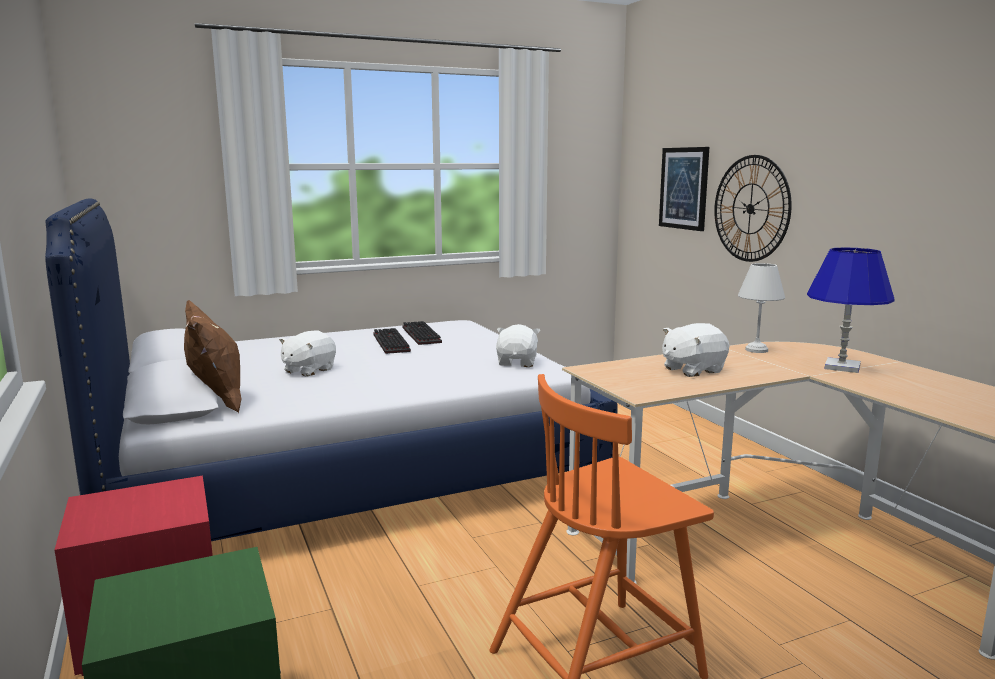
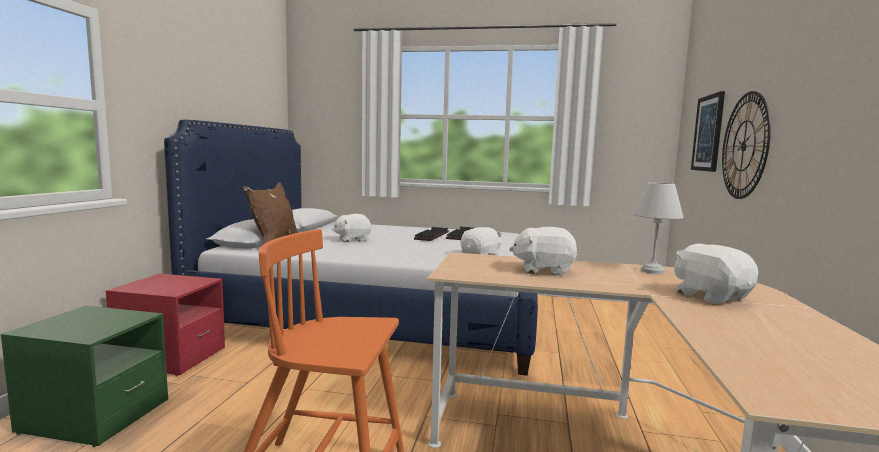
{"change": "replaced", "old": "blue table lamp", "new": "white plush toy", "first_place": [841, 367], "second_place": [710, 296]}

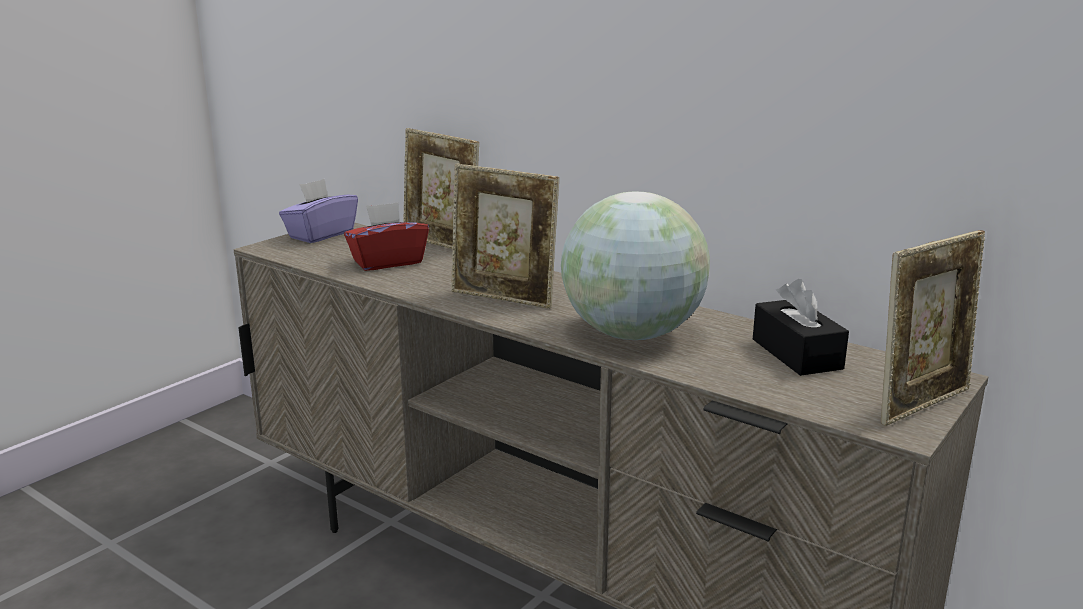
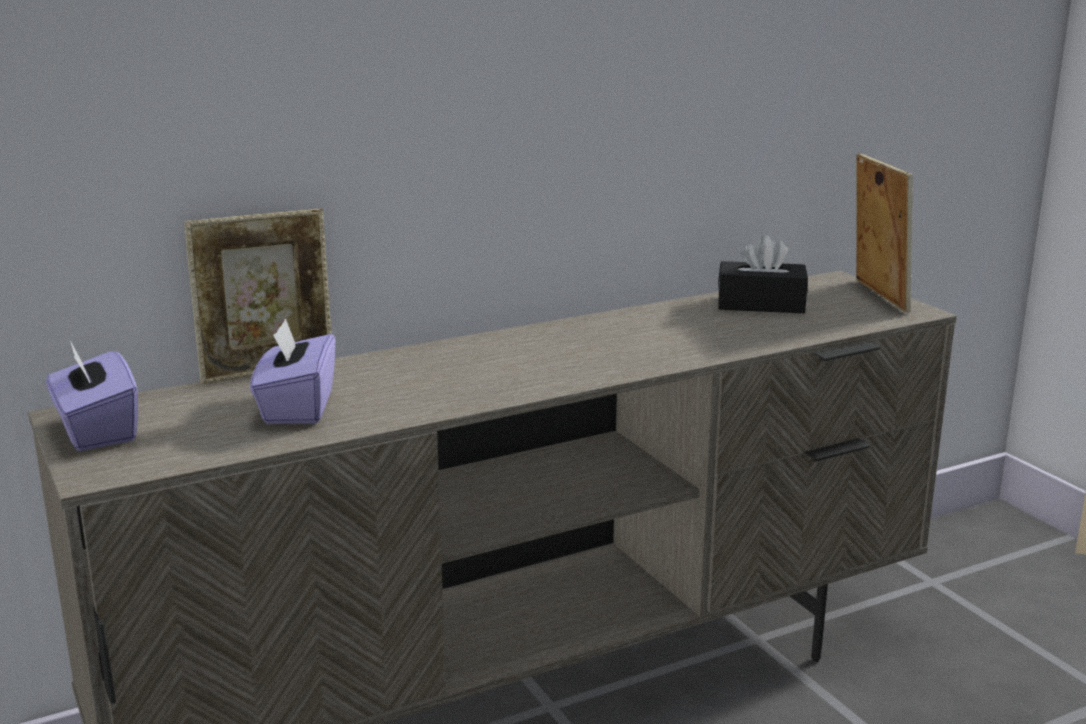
{"change": "recoloured", "old": "red tissue box", "new": "purple tissue box", "first_place": [387, 262], "second_place": [297, 407]}
{"change": "removed", "old": "picture frame", "first_place": [504, 298]}
{"change": "removed", "old": "globe", "first_place": [632, 334]}

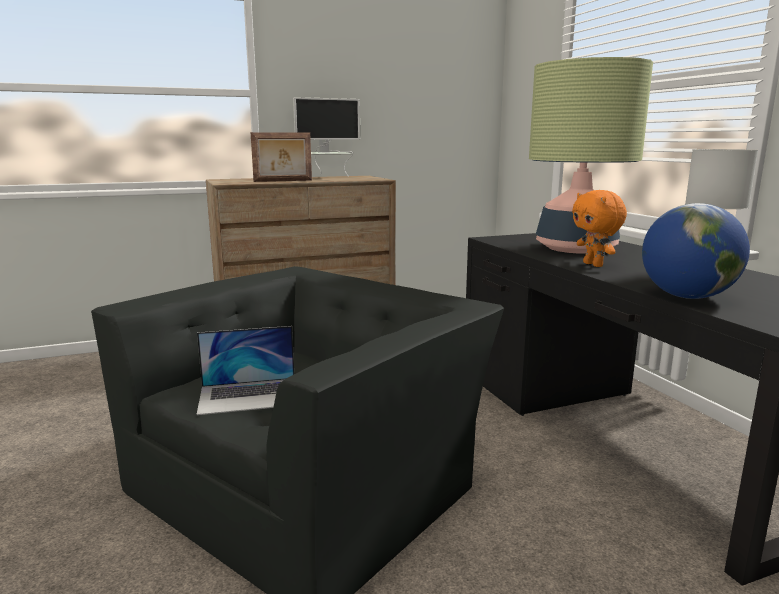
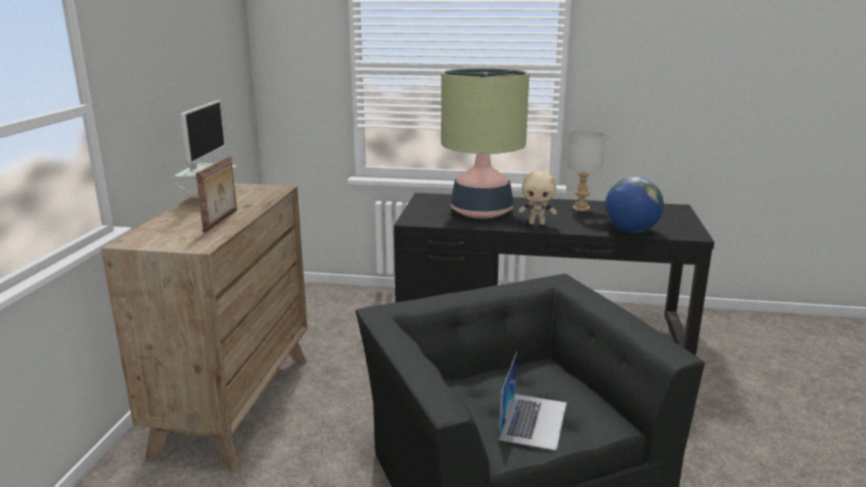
{"change": "recoloured", "old": "orange plush toy", "new": "beige plush toy", "first_place": [594, 265], "second_place": [537, 223]}

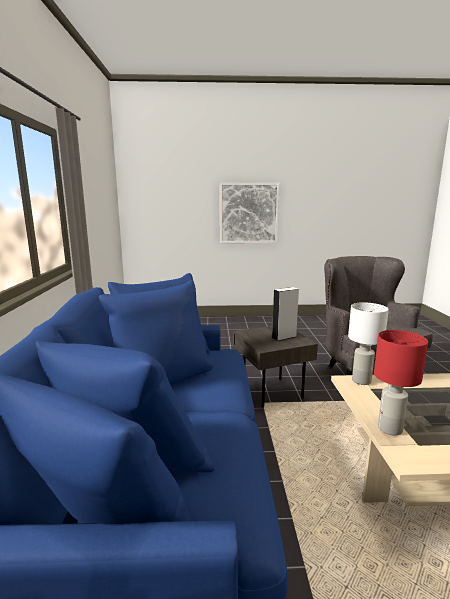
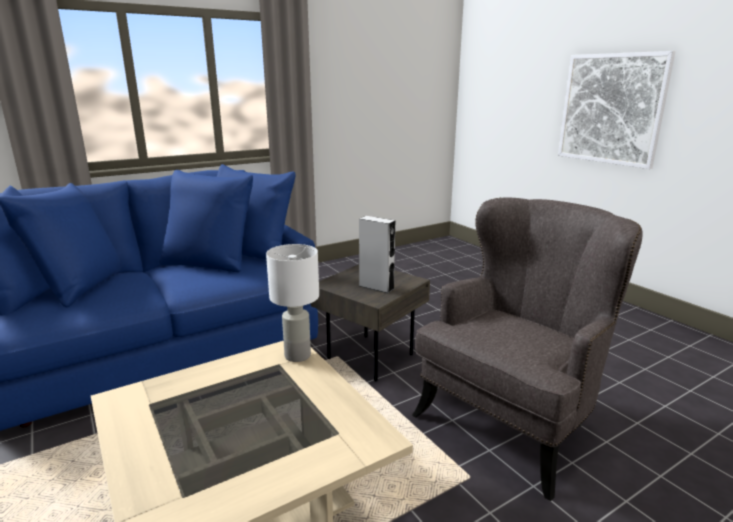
{"change": "removed", "old": "red table lamp", "first_place": [389, 429]}

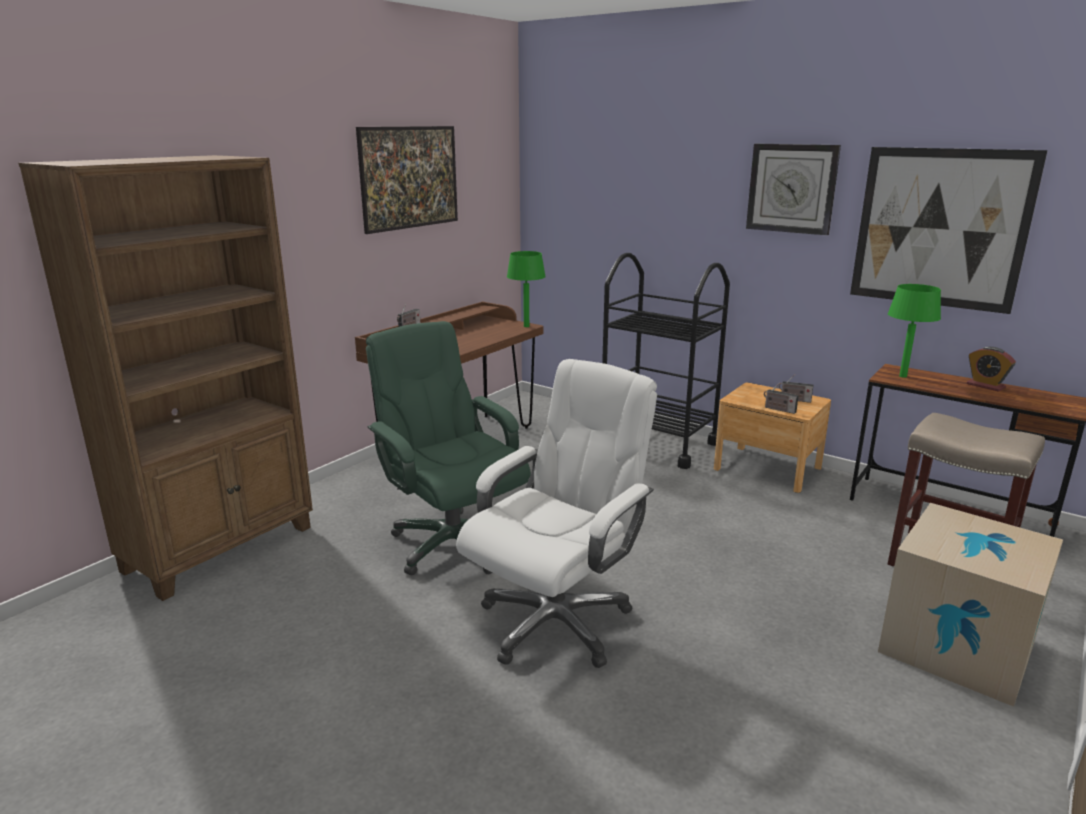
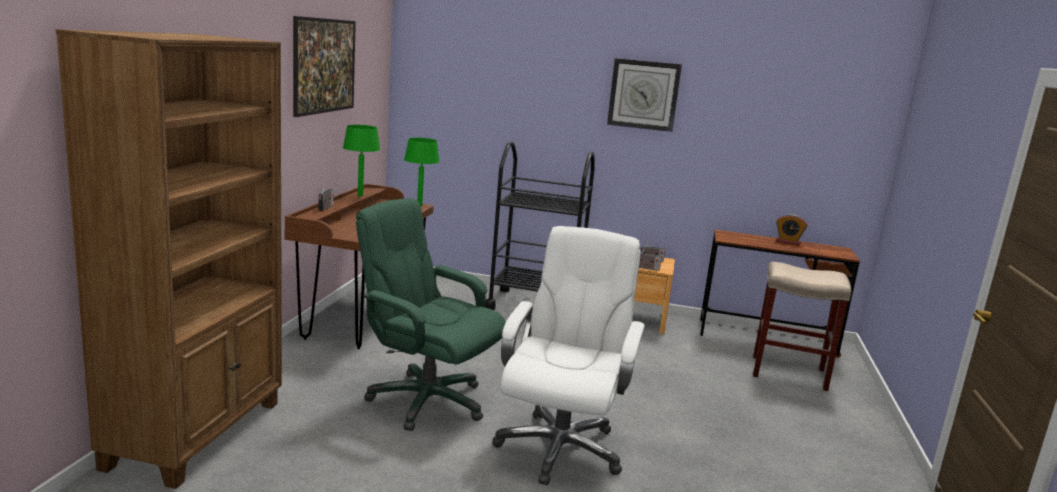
{"change": "moved", "old": "green table lamp", "first_place": [903, 376], "second_place": [360, 195]}
{"change": "removed", "old": "picture", "first_place": [940, 228]}
{"change": "removed", "old": "cardboard box", "first_place": [957, 646]}

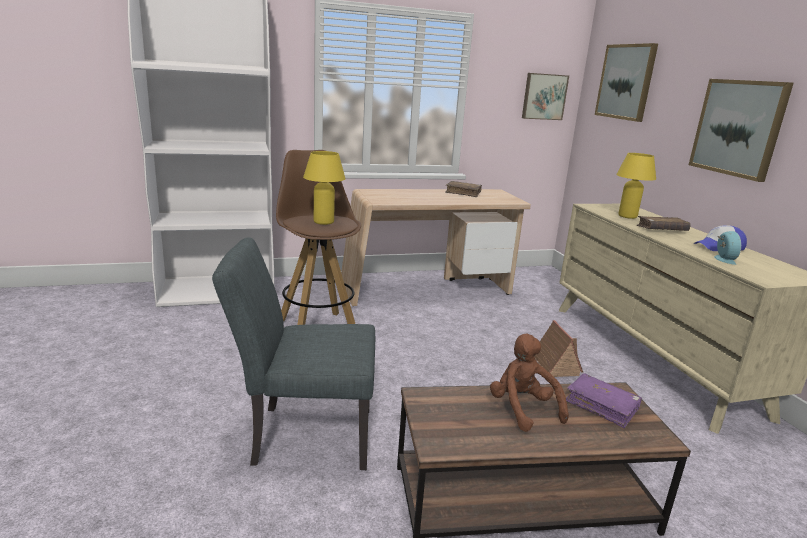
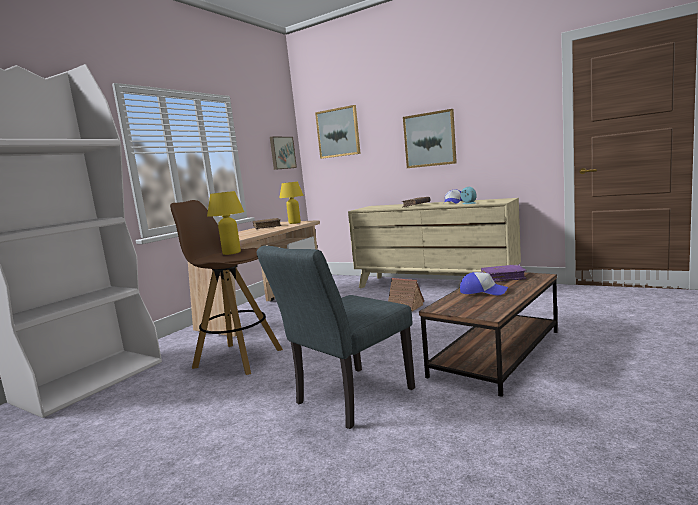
{"change": "moved", "old": "yellow table lamp", "first_place": [627, 216], "second_place": [294, 223]}
{"change": "replaced", "old": "brown plush toy", "new": "cap", "first_place": [522, 409], "second_place": [483, 291]}

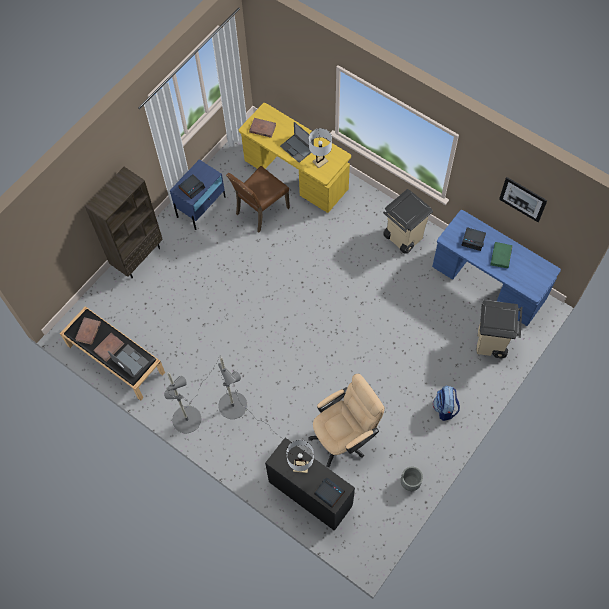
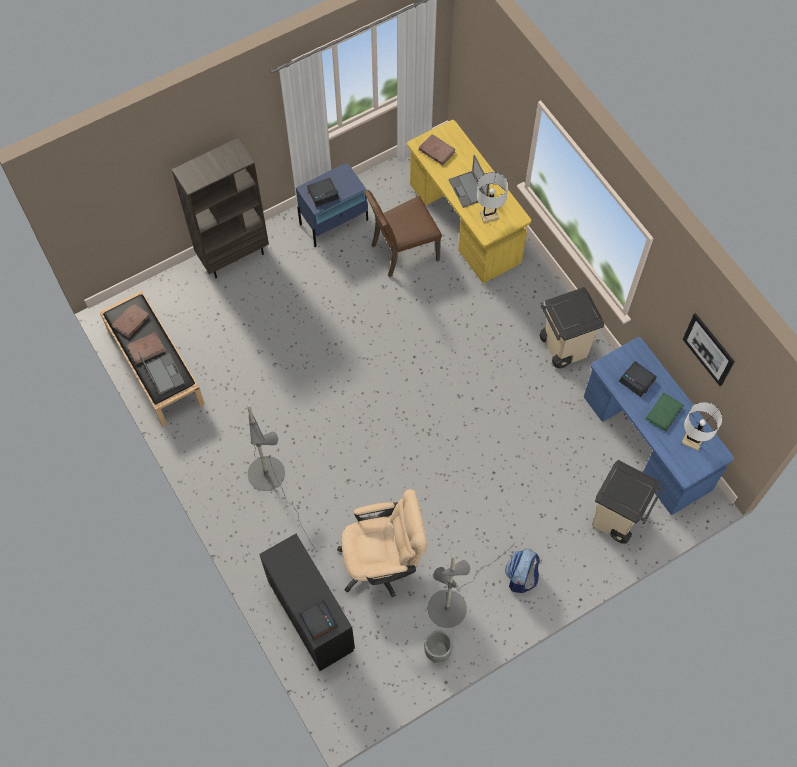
{"change": "moved", "old": "grey floor lamp", "first_place": [189, 413], "second_place": [453, 601]}
{"change": "moved", "old": "white table lamp", "first_place": [300, 466], "second_place": [692, 441]}

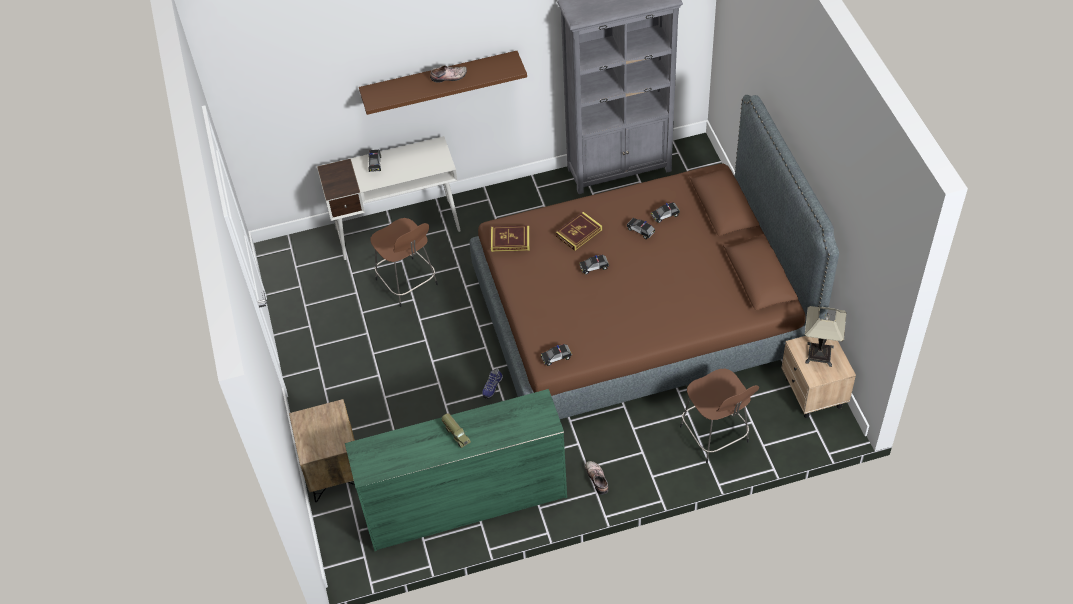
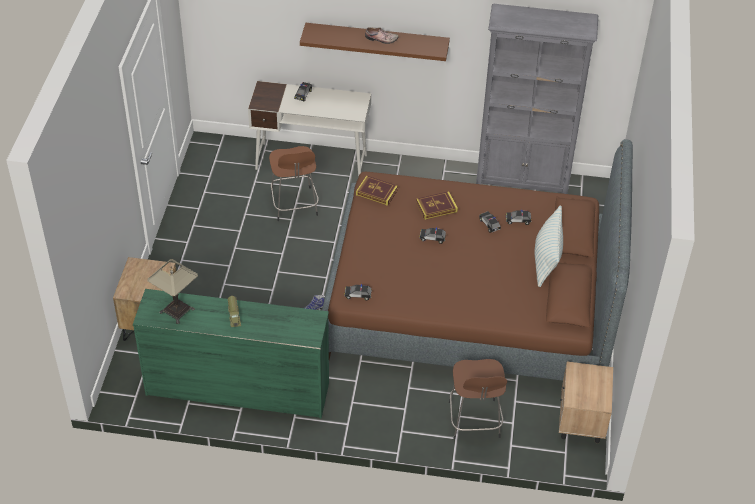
{"change": "moved", "old": "table lamp", "first_place": [819, 354], "second_place": [177, 310]}
{"change": "added", "new": "pillow", "second_place": [546, 259]}
{"change": "removed", "old": "shoe", "first_place": [598, 478]}

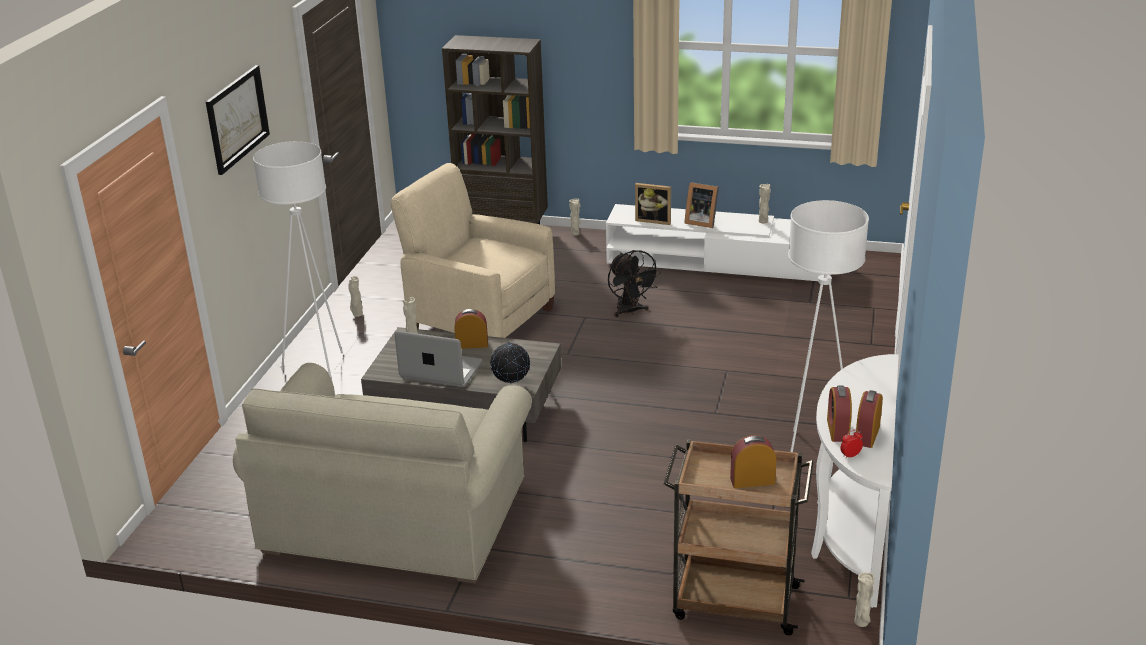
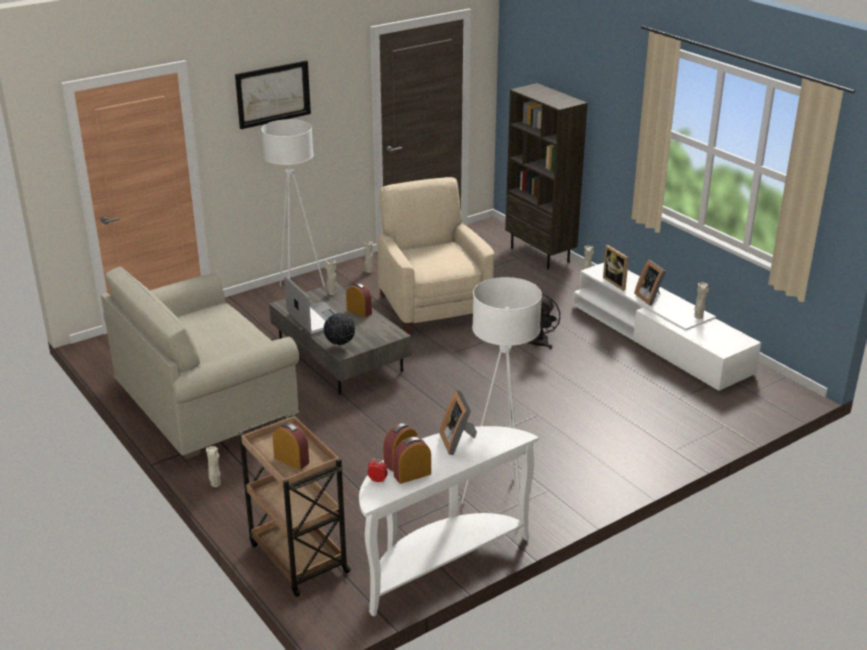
{"change": "moved", "old": "beige vase", "first_place": [861, 623], "second_place": [215, 484]}
{"change": "added", "new": "picture frame", "second_place": [458, 442]}

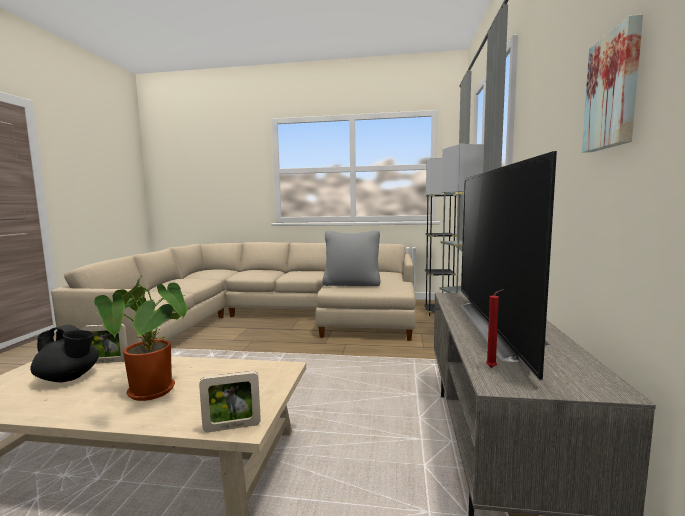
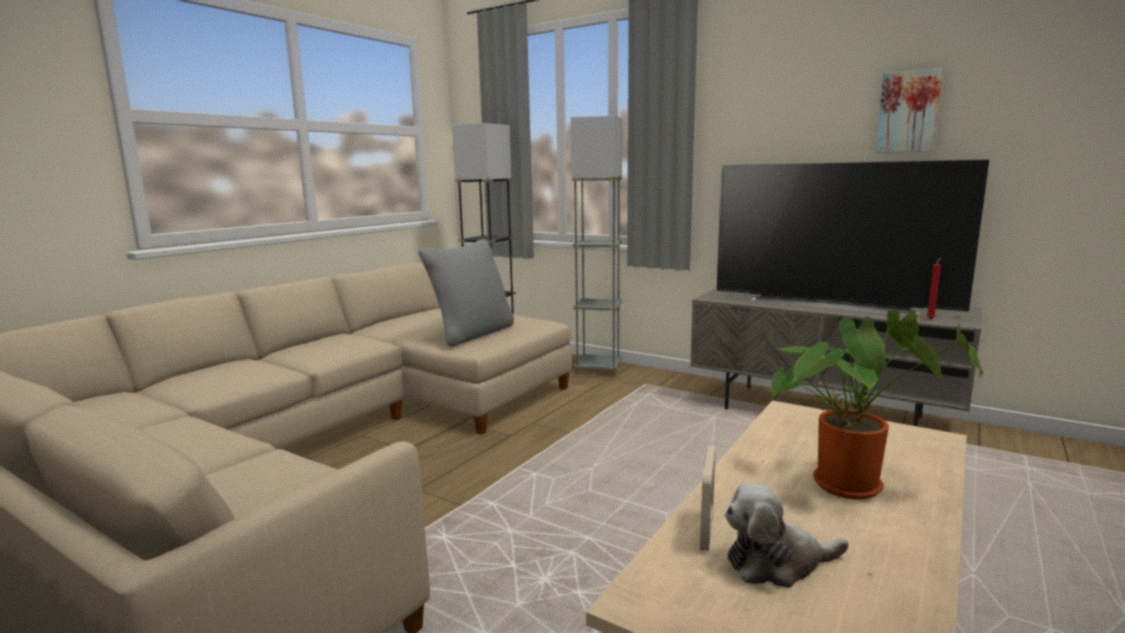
{"change": "replaced", "old": "black teapot", "new": "plush toy", "first_place": [69, 378], "second_place": [777, 563]}
{"change": "removed", "old": "picture frame", "first_place": [232, 427]}

